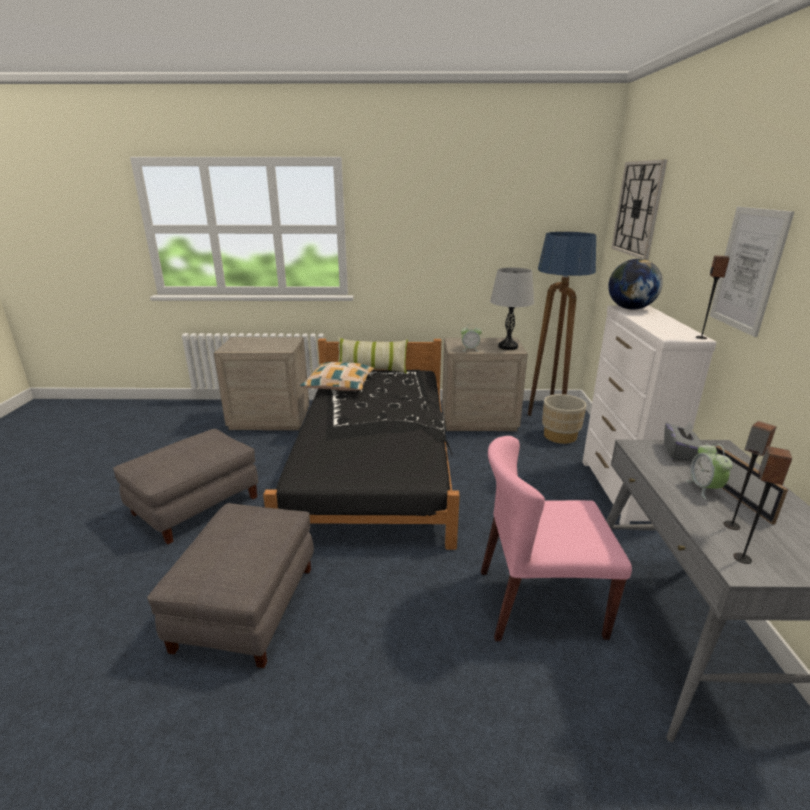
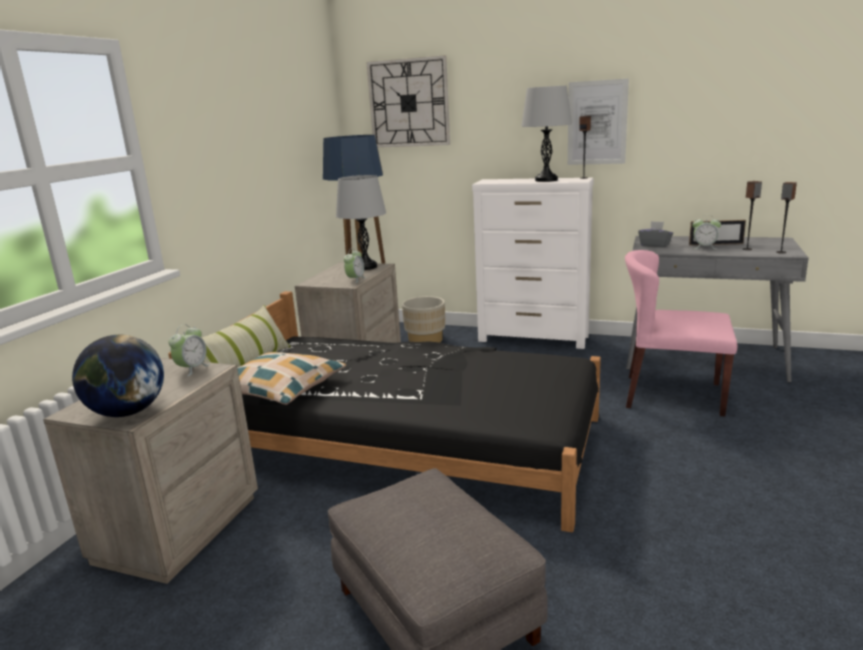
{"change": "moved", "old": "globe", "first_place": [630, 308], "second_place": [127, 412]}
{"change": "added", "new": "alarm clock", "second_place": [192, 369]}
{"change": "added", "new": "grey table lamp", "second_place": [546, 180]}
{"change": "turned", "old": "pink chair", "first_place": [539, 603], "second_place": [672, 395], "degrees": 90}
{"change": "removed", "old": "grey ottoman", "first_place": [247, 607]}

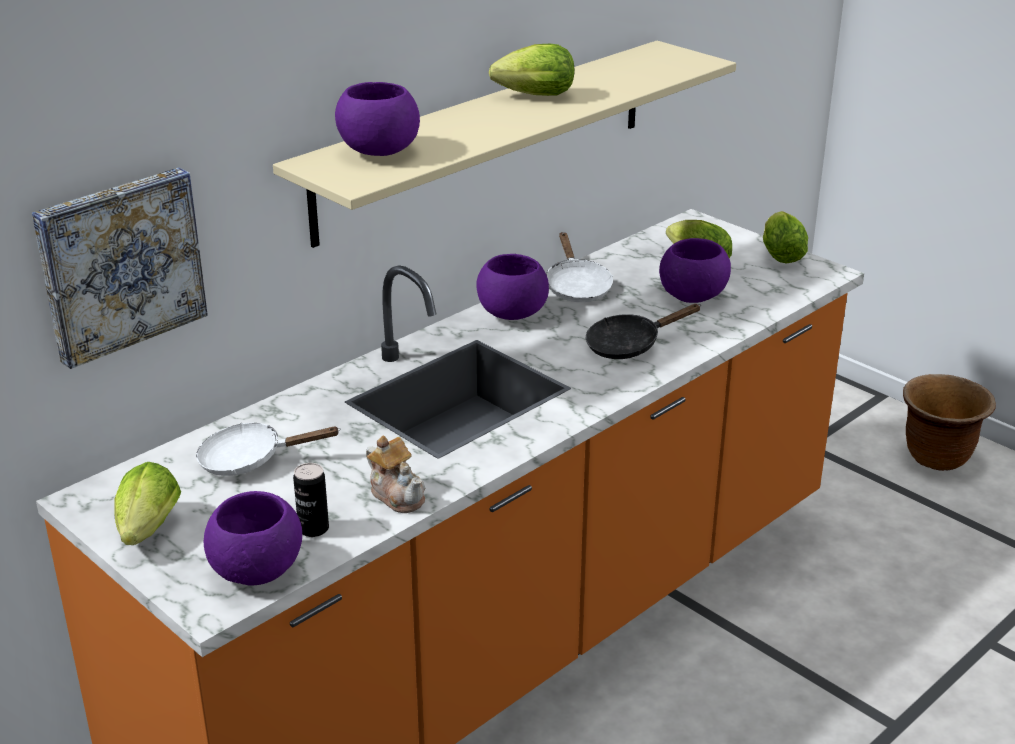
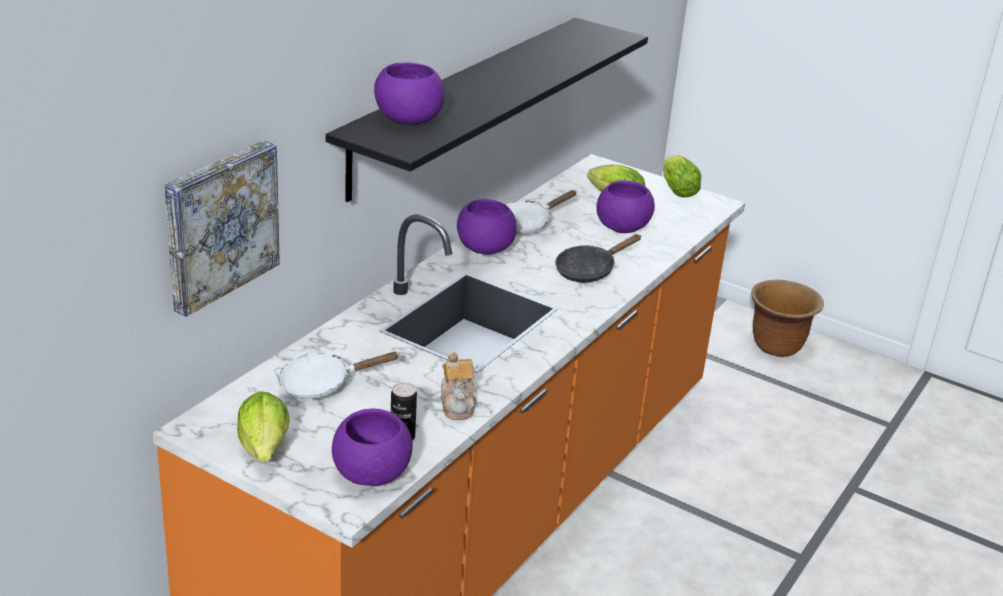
{"change": "recoloured", "old": "beige shelf", "new": "black shelf", "first_place": [486, 138], "second_place": [464, 104]}
{"change": "turned", "old": "teapot", "first_place": [397, 495], "second_place": [458, 404], "degrees": 45}
{"change": "turned", "old": "white frying pan", "first_place": [576, 287], "second_place": [527, 224], "degrees": 75}
{"change": "removed", "old": "lettuce", "first_place": [531, 96]}

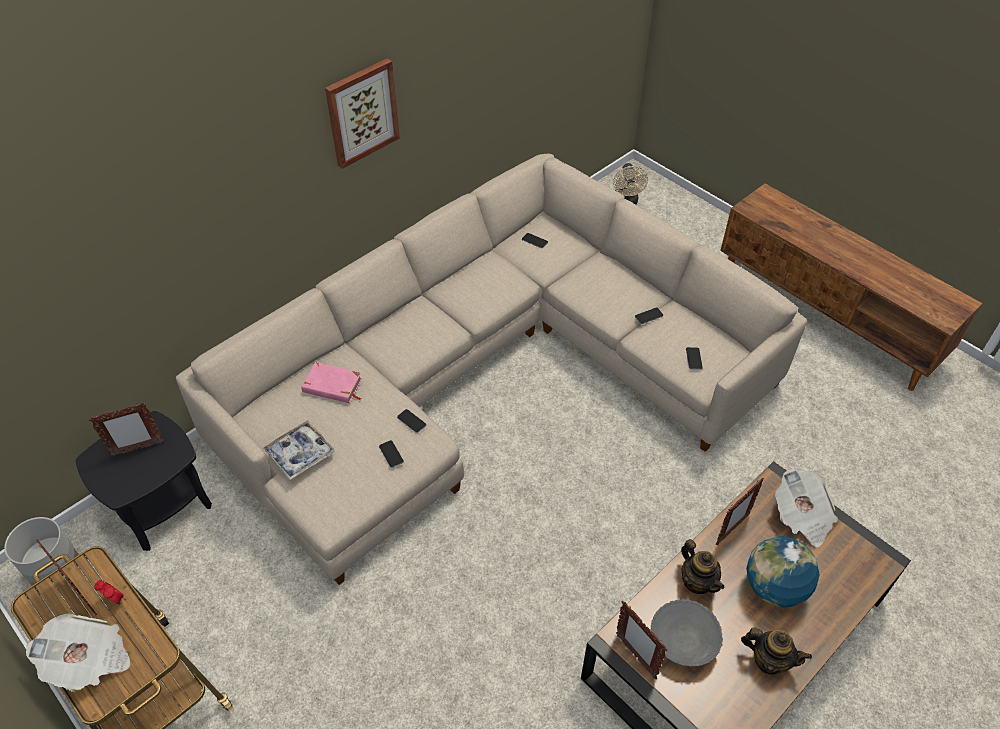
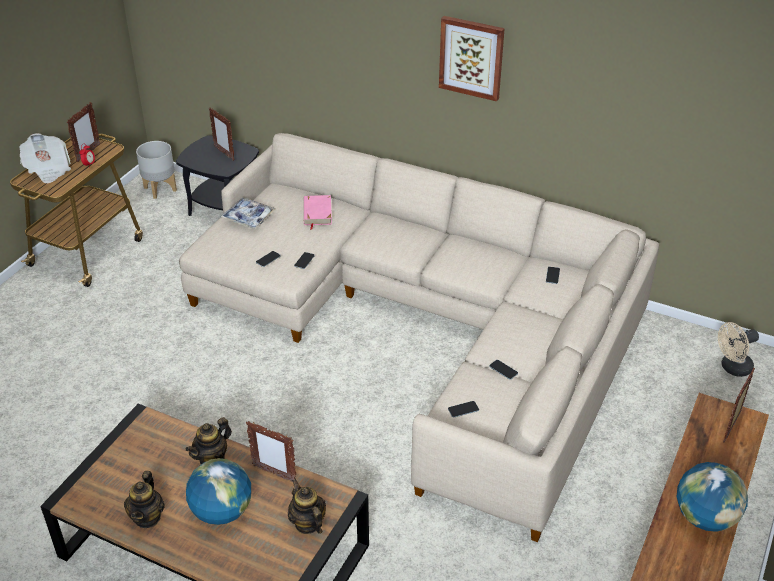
{"change": "replaced", "old": "newspaper", "new": "teapot", "first_place": [802, 517], "second_place": [307, 523]}
{"change": "added", "new": "globe", "second_place": [705, 517]}
{"change": "moved", "old": "picture frame", "first_place": [635, 655], "second_place": [732, 428]}
{"change": "removed", "old": "grey bowl", "first_place": [683, 640]}

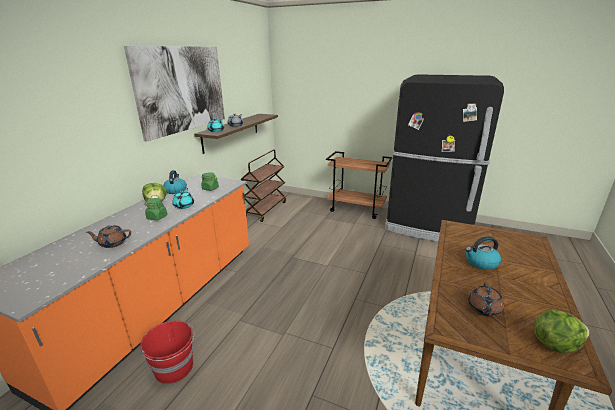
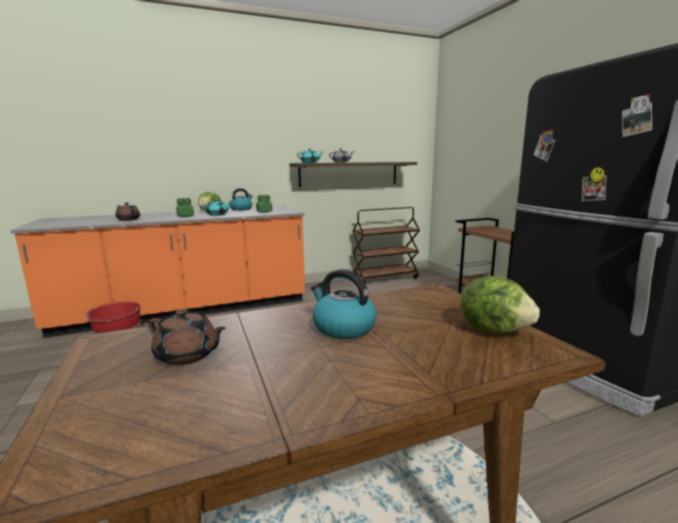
{"change": "turned", "old": "brown teapot", "first_place": [484, 309], "second_place": [187, 355], "degrees": -135}
{"change": "moved", "old": "lettuce", "first_place": [554, 343], "second_place": [494, 330]}
{"change": "removed", "old": "picture", "first_place": [182, 89]}

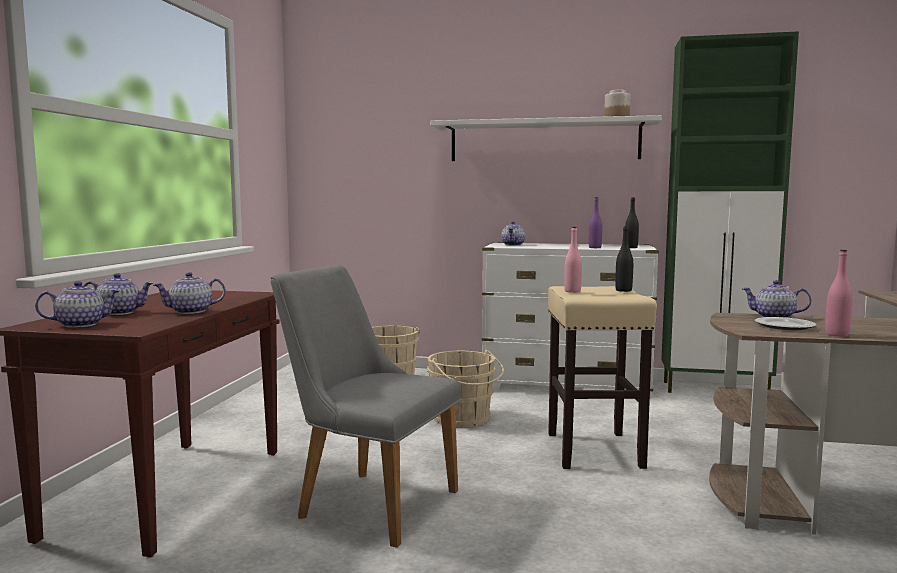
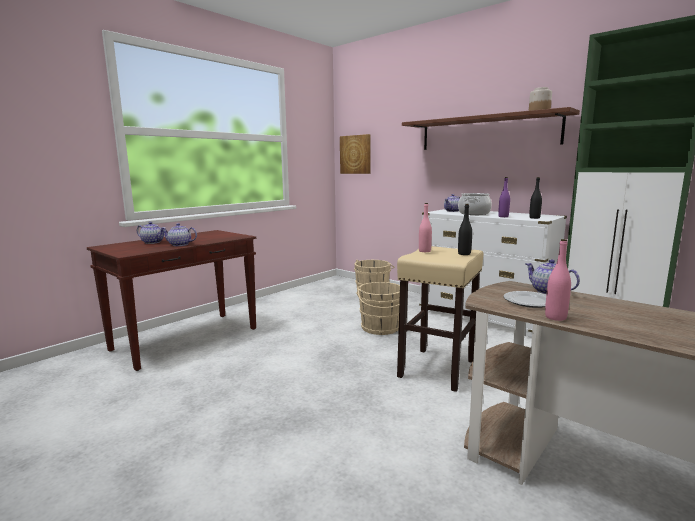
{"change": "added", "new": "picture", "second_place": [355, 154]}
{"change": "recoloured", "old": "white shelf", "new": "brown shelf", "first_place": [544, 141], "second_place": [487, 132]}
{"change": "added", "new": "cooking pot", "second_place": [474, 213]}
{"change": "removed", "old": "teapot", "first_place": [81, 324]}
{"change": "removed", "old": "grey chair", "first_place": [365, 501]}

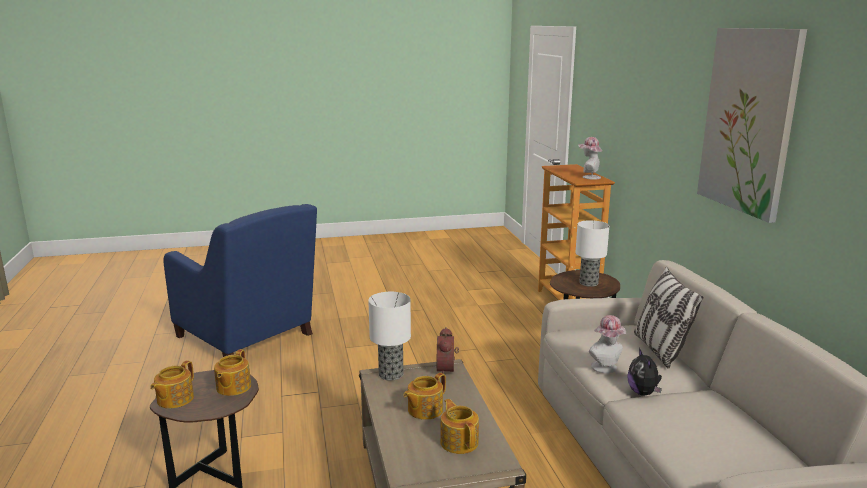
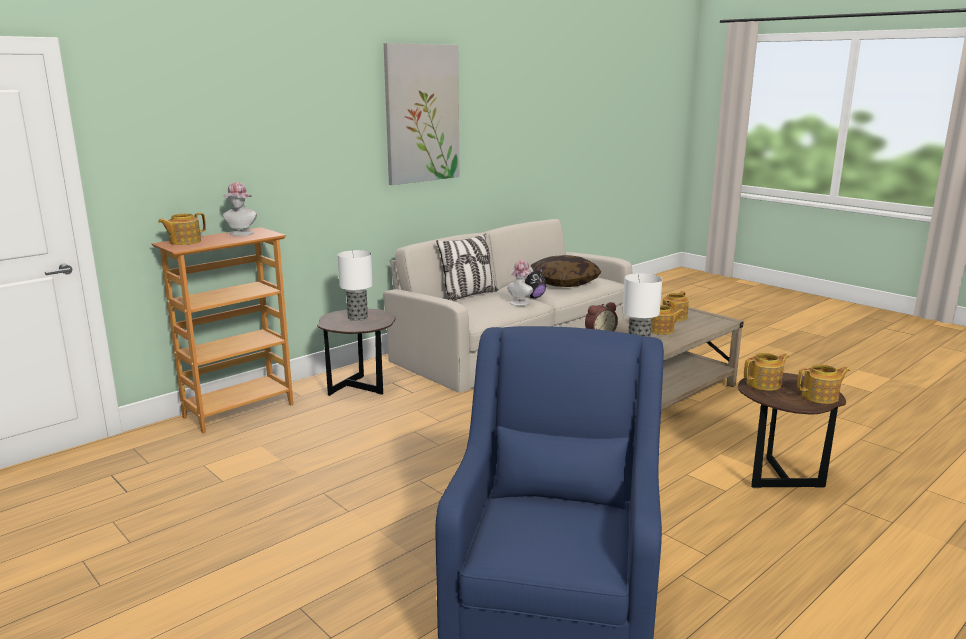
{"change": "added", "new": "teapot", "second_place": [184, 241]}
{"change": "added", "new": "pillow", "second_place": [564, 282]}

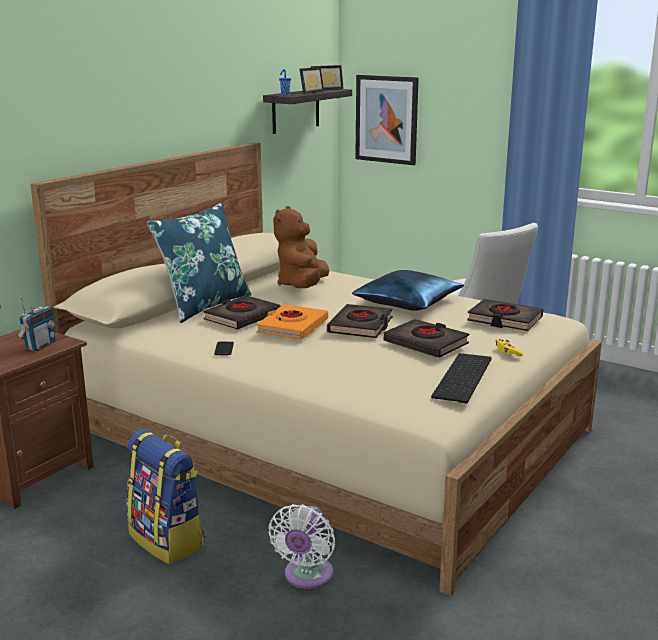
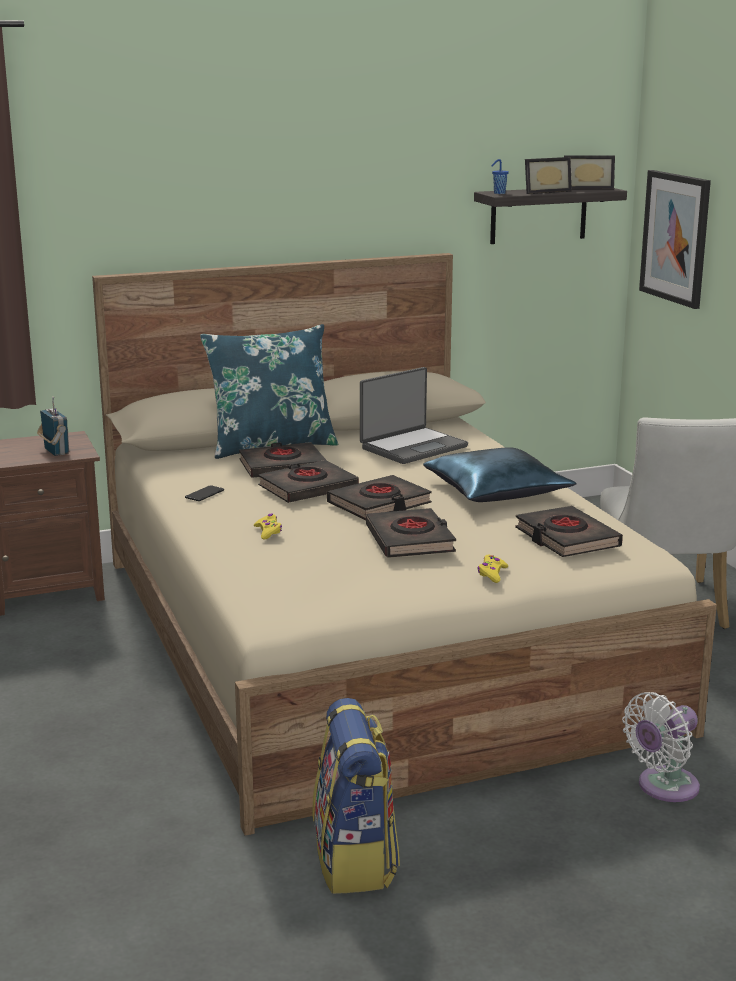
{"change": "turned", "old": "radio", "first_place": [40, 346], "second_place": [55, 451], "degrees": -90}
{"change": "added", "new": "yellow game controller", "second_place": [268, 532]}
{"change": "recoloured", "old": "orange book", "new": "black book", "first_place": [292, 327], "second_place": [308, 488]}
{"change": "moved", "old": "backpack", "first_place": [168, 540], "second_place": [356, 860]}
{"change": "replaced", "old": "brown plush toy", "new": "laptop", "first_place": [302, 286], "second_place": [412, 447]}
{"change": "moved", "old": "white fan", "first_place": [307, 577], "second_place": [663, 787]}
{"change": "removed", "old": "keyboard", "first_place": [464, 378]}

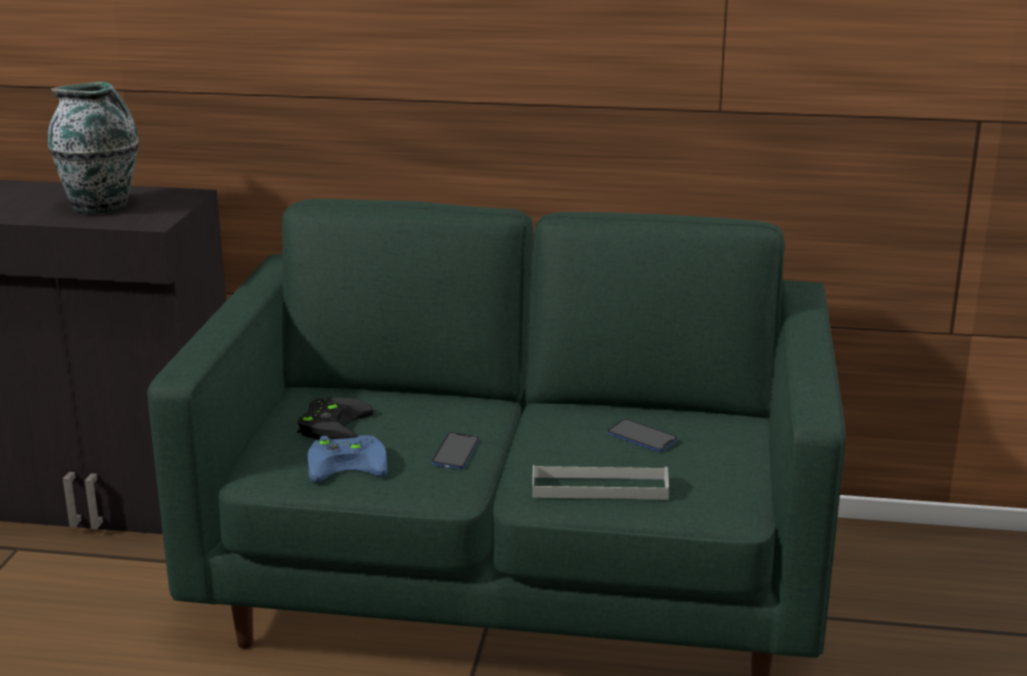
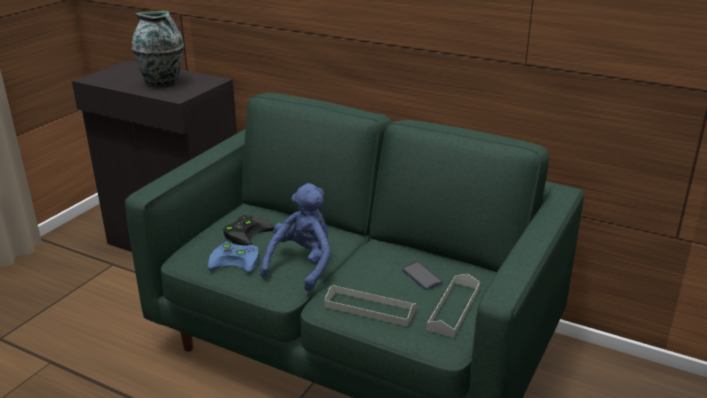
{"change": "replaced", "old": "phone", "new": "blue plush toy", "first_place": [455, 453], "second_place": [302, 265]}
{"change": "added", "new": "grey tray", "second_place": [454, 308]}

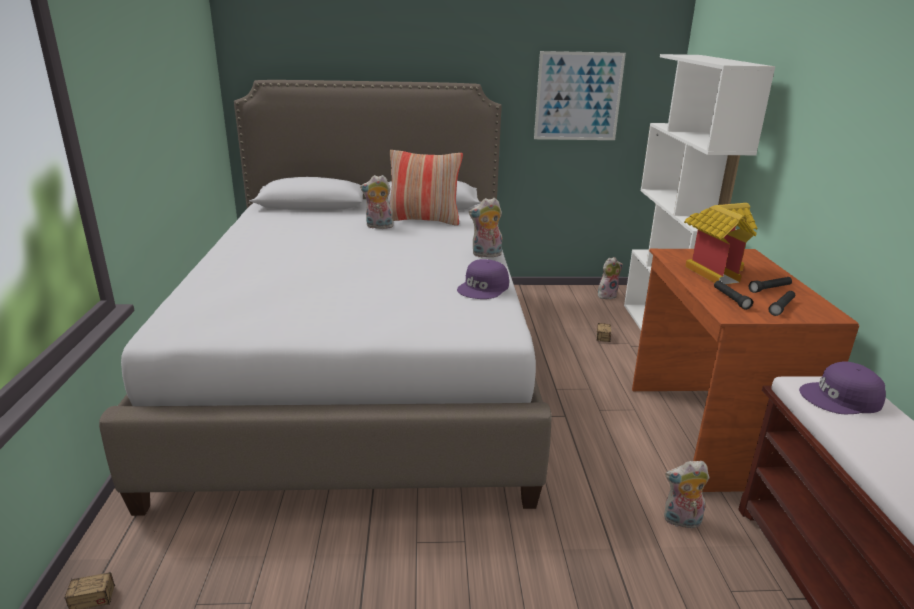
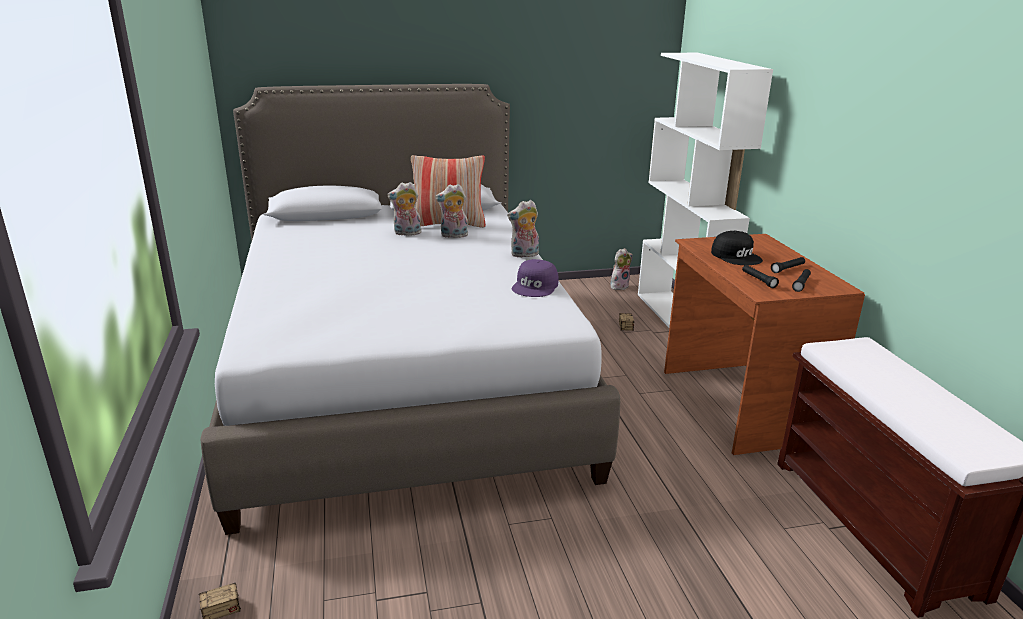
{"change": "moved", "old": "plush toy", "first_place": [681, 521], "second_place": [453, 236]}
{"change": "replaced", "old": "toy house", "new": "black cap", "first_place": [713, 271], "second_place": [736, 256]}
{"change": "removed", "old": "picture", "first_place": [578, 96]}
{"change": "removed", "old": "purple cap", "first_place": [841, 398]}

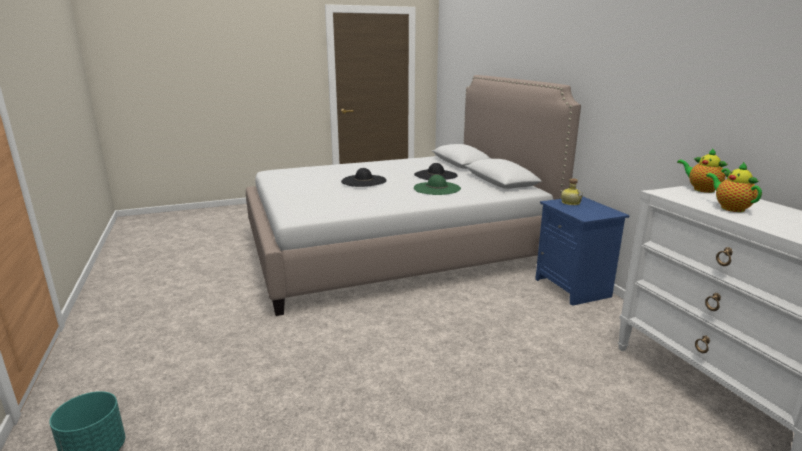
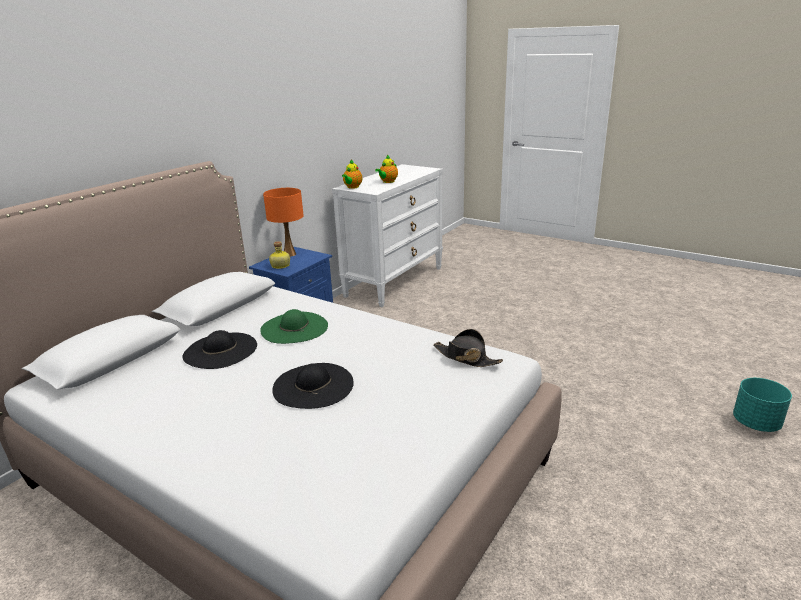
{"change": "added", "new": "orange table lamp", "second_place": [289, 254]}
{"change": "added", "new": "black hat", "second_place": [466, 357]}

